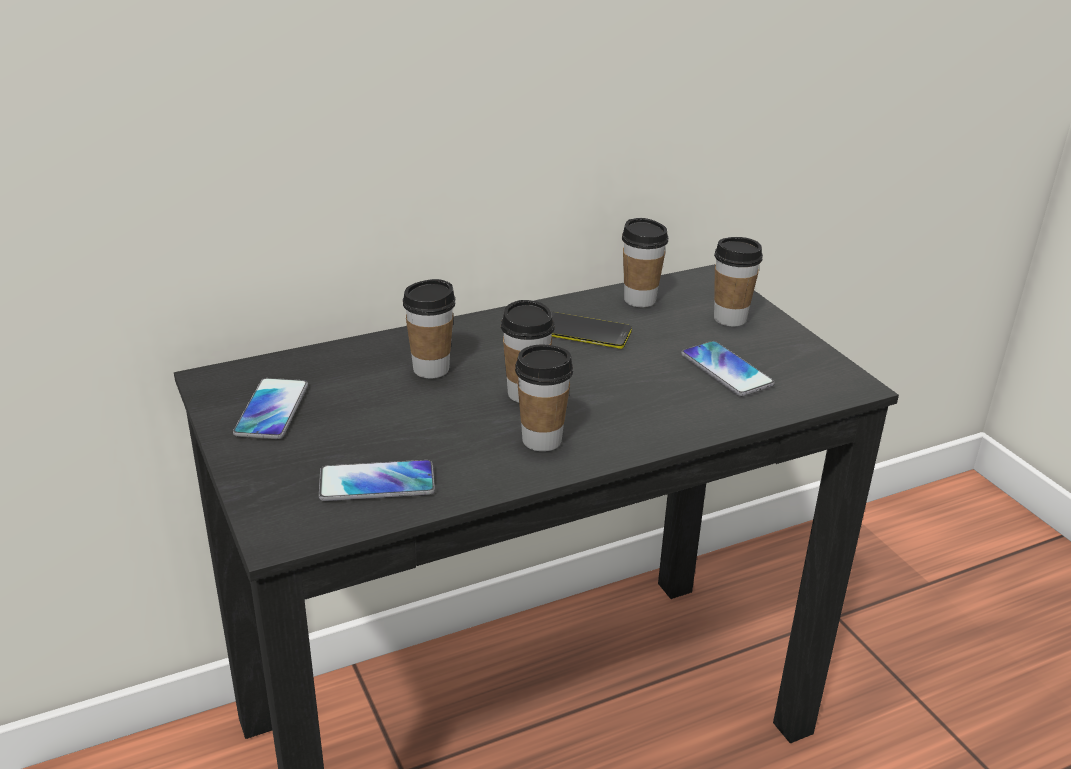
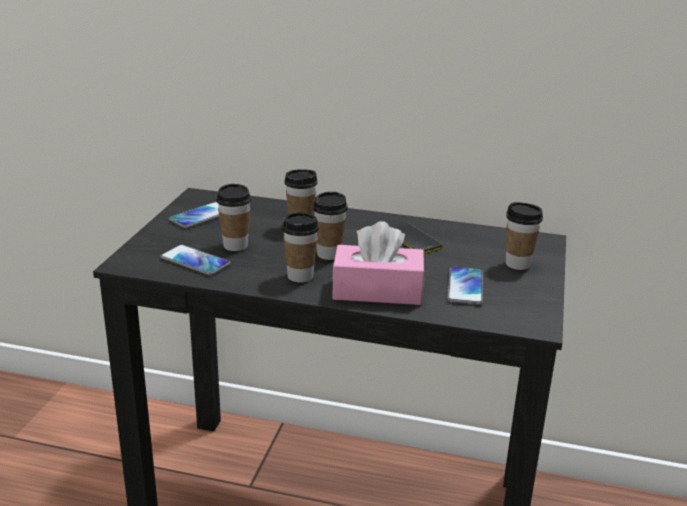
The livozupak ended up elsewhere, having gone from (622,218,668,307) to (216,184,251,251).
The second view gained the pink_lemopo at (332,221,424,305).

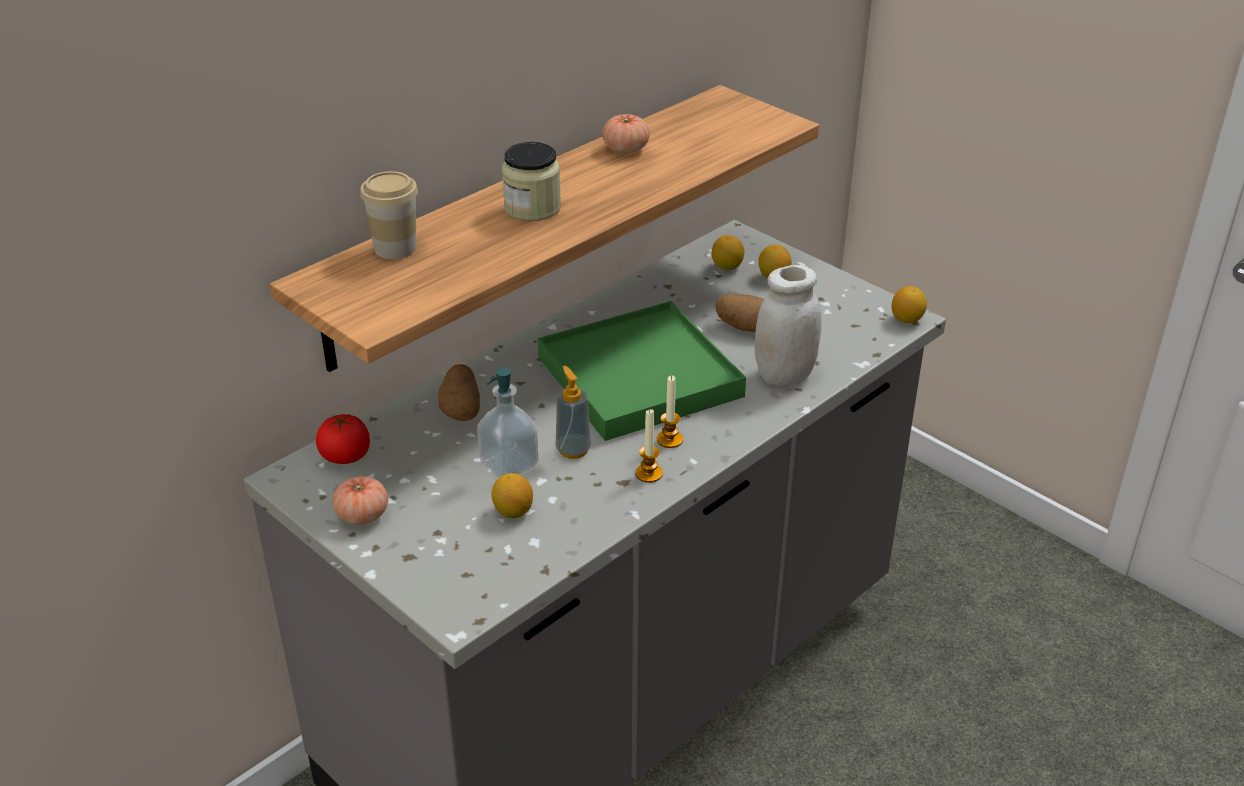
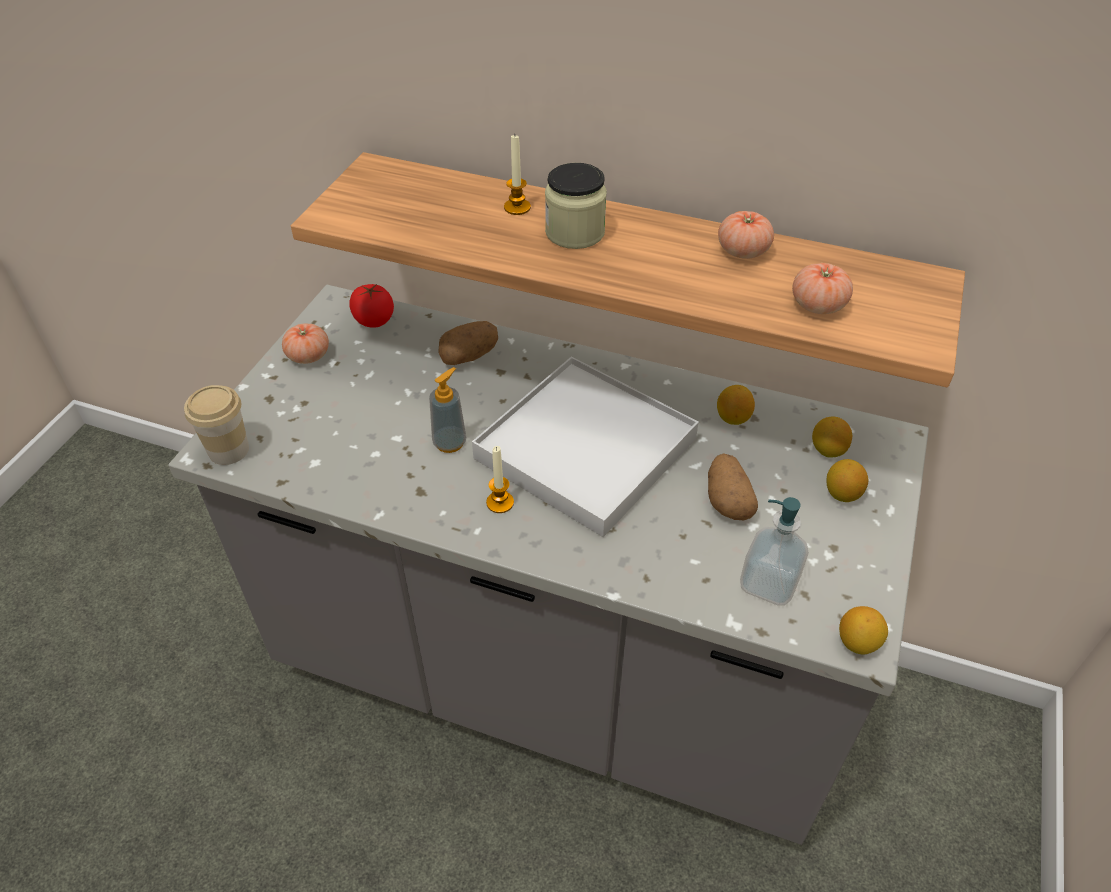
The livozupak ended up elsewhere, having gone from (360,171,418,259) to (184,385,249,465).
What was the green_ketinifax at (538,301,746,441) turned into the white_ketinifax at (472,356,699,537).
The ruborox ended up elsewhere, having gone from (635,409,663,483) to (504,135,531,215).
The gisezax ended up elsewhere, having gone from (491,473,533,518) to (717,385,755,425).
The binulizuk ended up elsewhere, having gone from (477,367,538,477) to (740,497,809,606).
The second view gained the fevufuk at (792,263,853,314).
The second view lost the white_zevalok at (755,265,821,386).

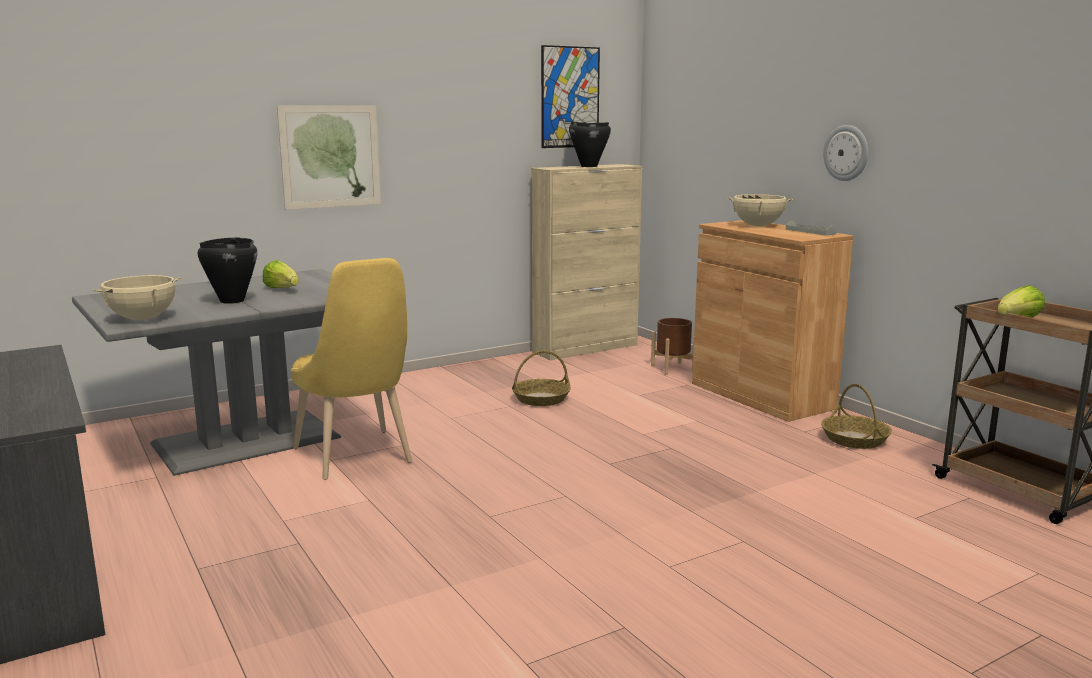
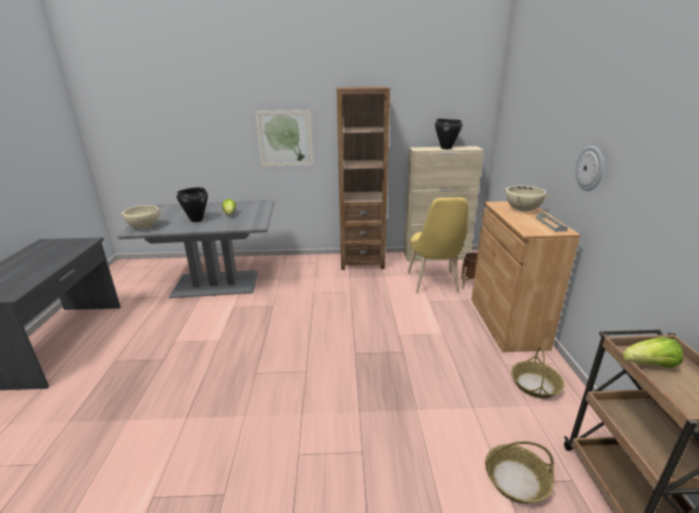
The second view gained the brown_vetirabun at (337,87,390,270).
The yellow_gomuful ended up elsewhere, having gone from (291,258,412,480) to (408,198,468,293).
The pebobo ended up elsewhere, having gone from (512,350,571,406) to (485,441,554,504).
The second view lost the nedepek at (541,45,600,148).

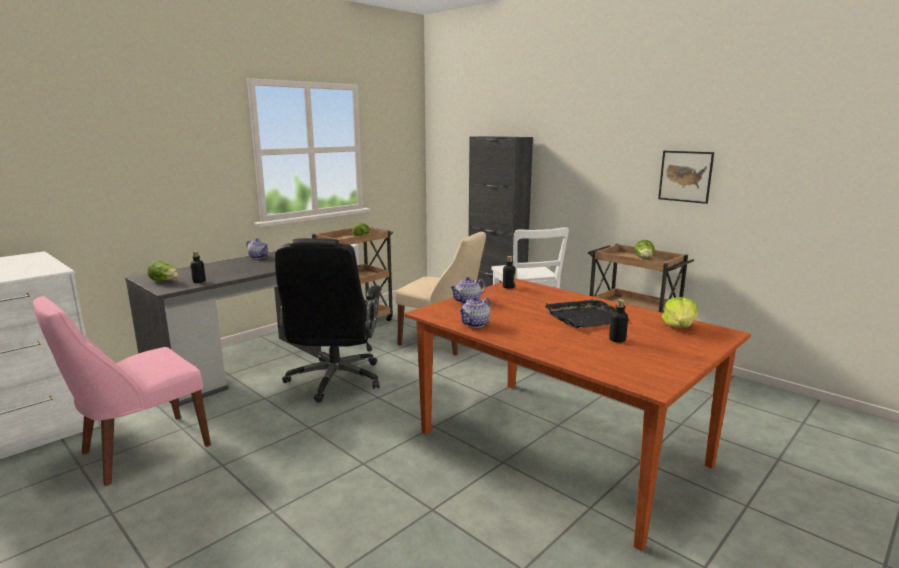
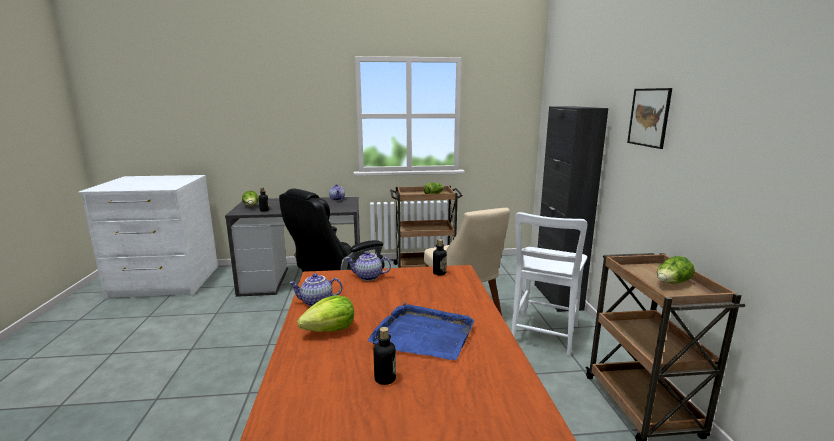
The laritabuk ended up elsewhere, having gone from (662,297,698,327) to (297,295,354,332).
What was the black_ketinifax at (545,299,630,328) turned into the blue_ketinifax at (368,303,474,360).
The nedepek ended up elsewhere, having gone from (658,151,714,204) to (627,88,672,149).
The second view lost the pink_gomuful at (33,296,211,486).

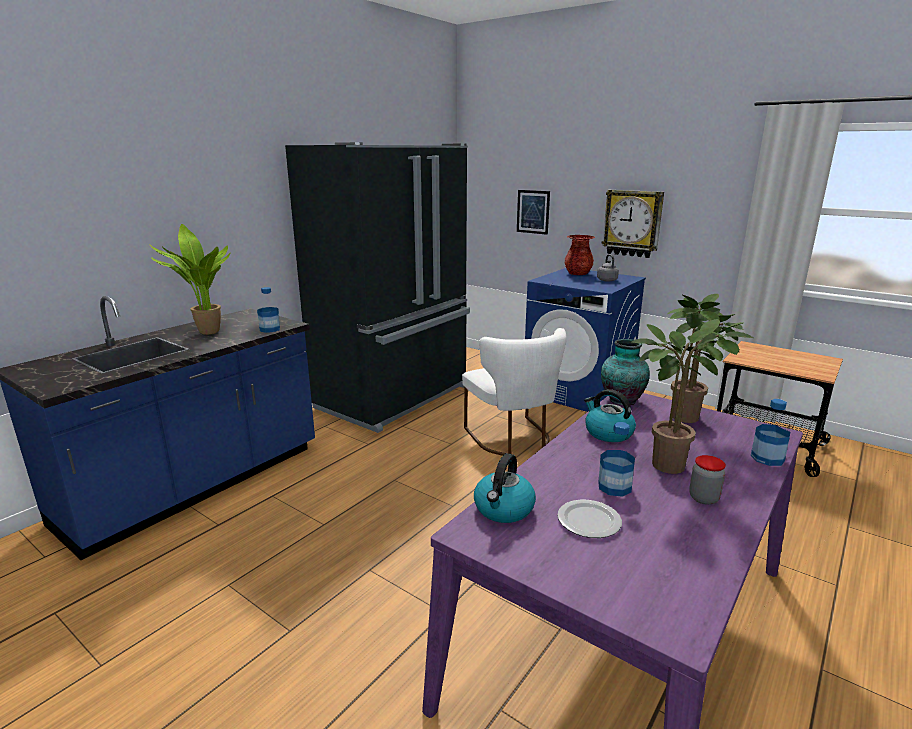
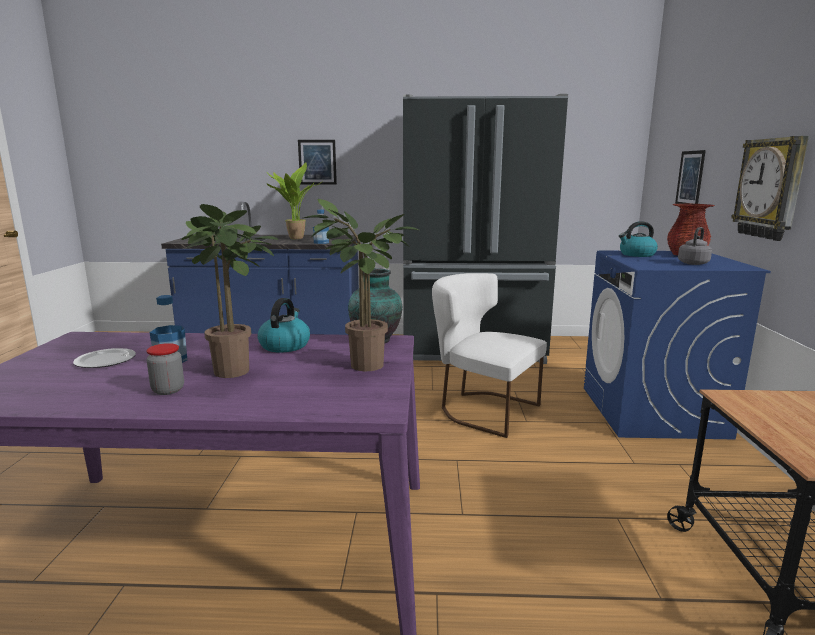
The second view gained the nedepek at (298,140,337,185).
The white_gomuful at (462,328,567,456) ended up facing another way, 90 degrees clockwise from before.
The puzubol ended up elsewhere, having gone from (474,453,536,523) to (619,221,658,257).
The second view lost the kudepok at (751,399,790,466).

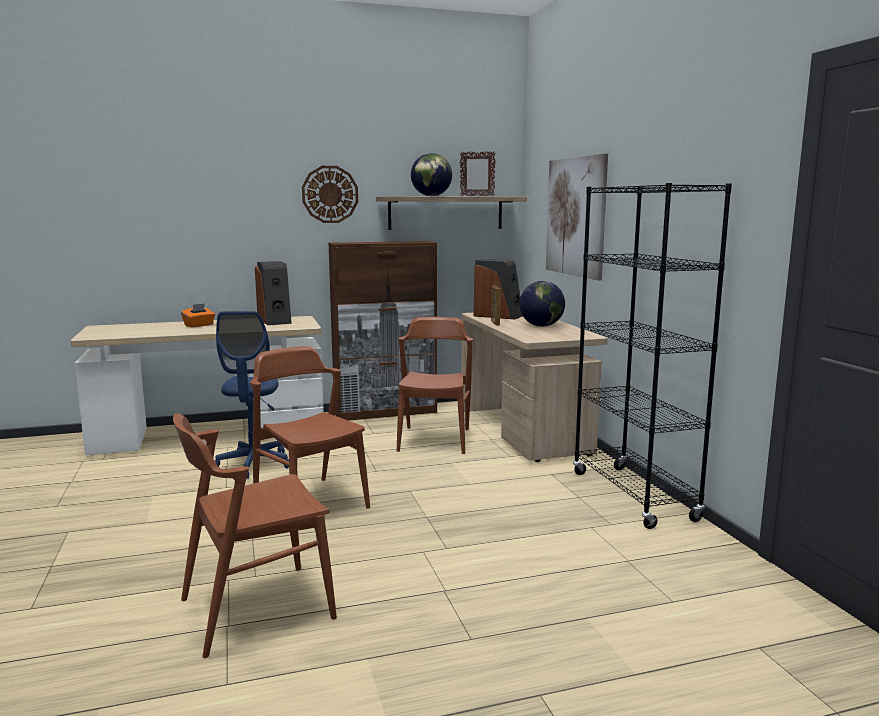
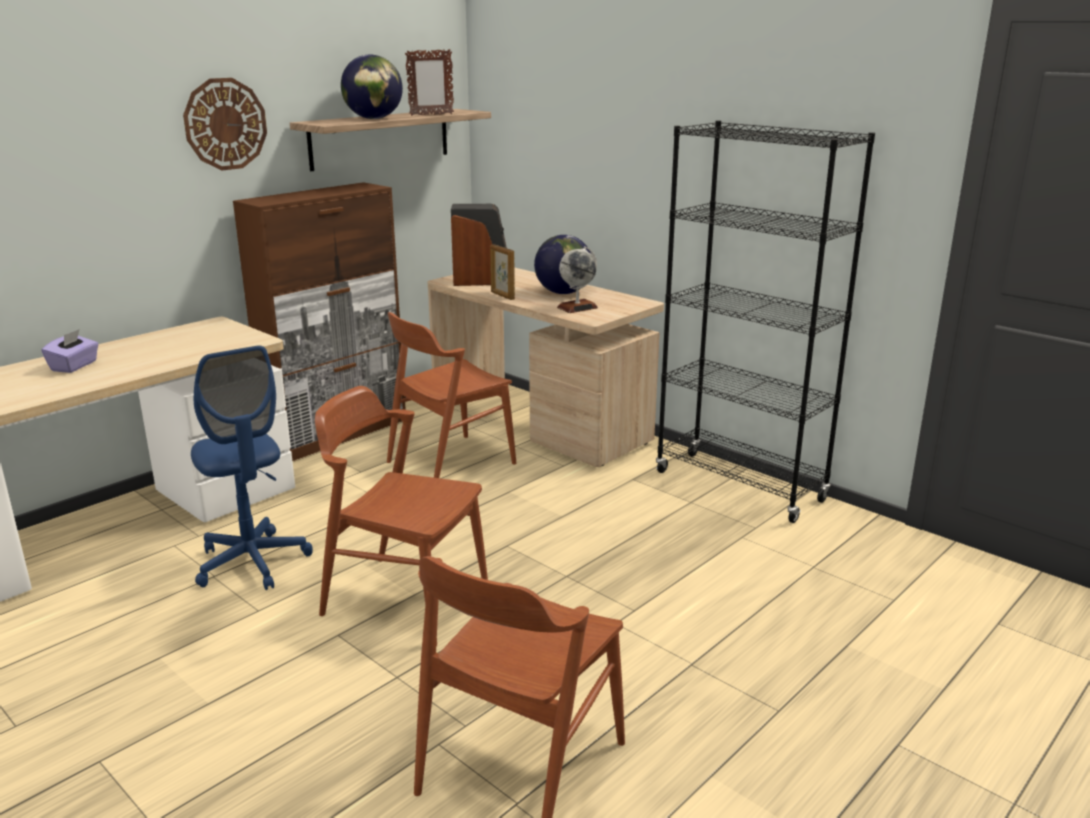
What was the orange_lemopo at (181,303,215,327) turned into the purple_lemopo at (41,329,99,373).
The brown_gomuful at (397,317,473,454) ended up facing another way, 105 degrees counterclockwise from before.
The second view gained the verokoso at (557,246,598,313).
The second view lost the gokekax at (255,261,292,325).
The second view lost the nedepek at (546,153,608,280).

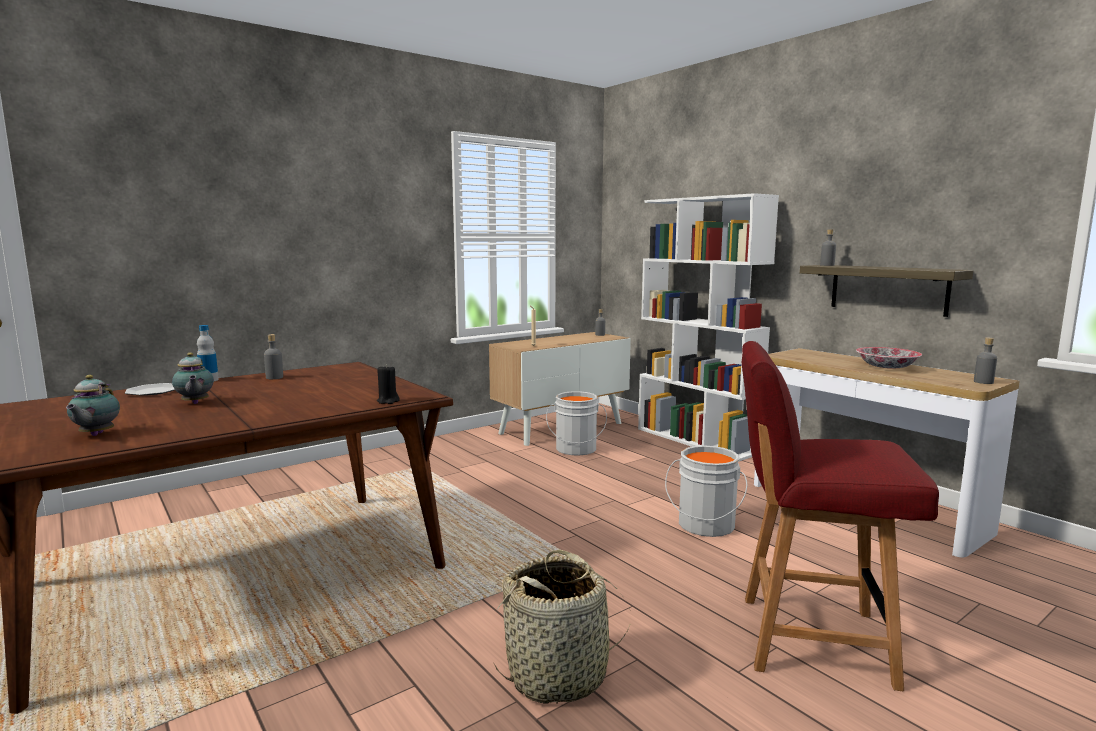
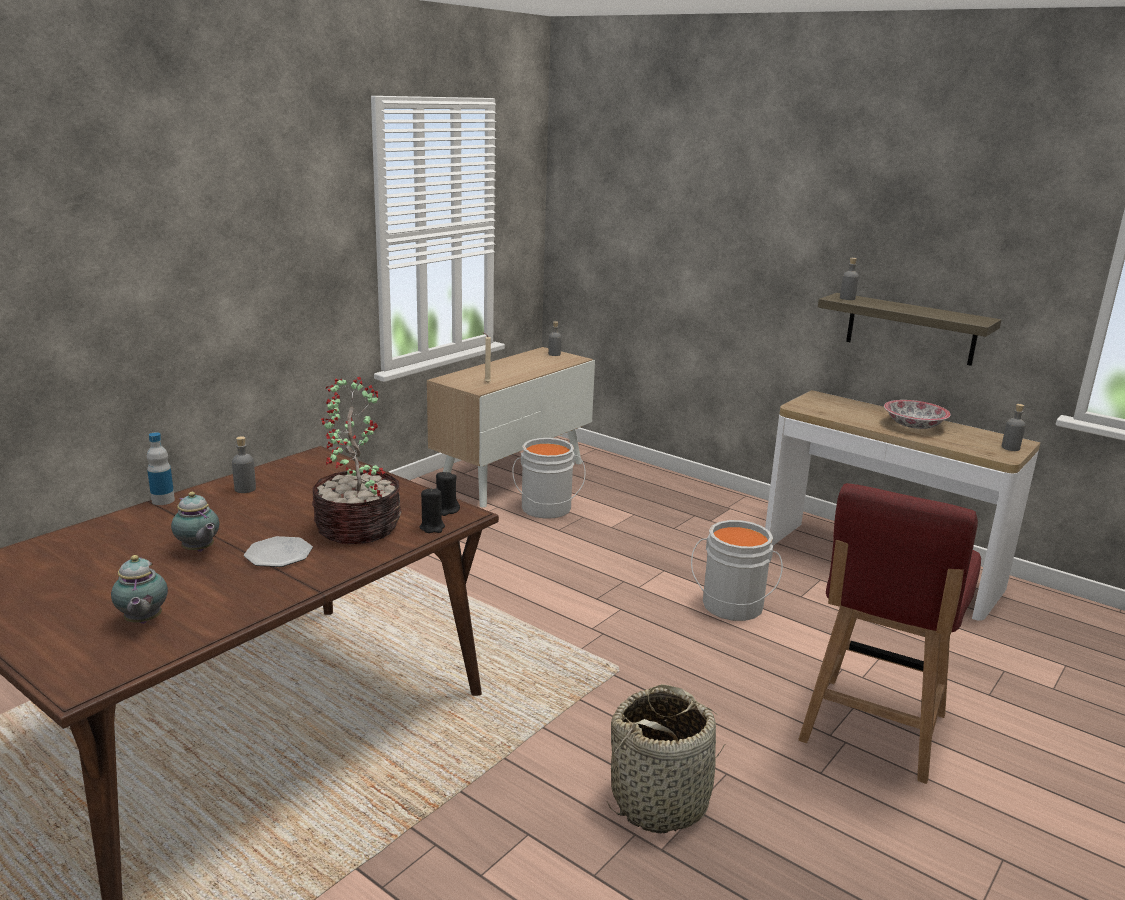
The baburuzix ended up elsewhere, having gone from (125,383,175,396) to (244,536,313,567).
The second view gained the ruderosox at (312,377,402,544).
The second view gained the black_ruborox at (436,471,460,516).
The red_gomuful at (742,341,939,691) ended up facing another way, 60 degrees counterclockwise from before.
The second view lost the white_vetirabun at (638,193,779,462).

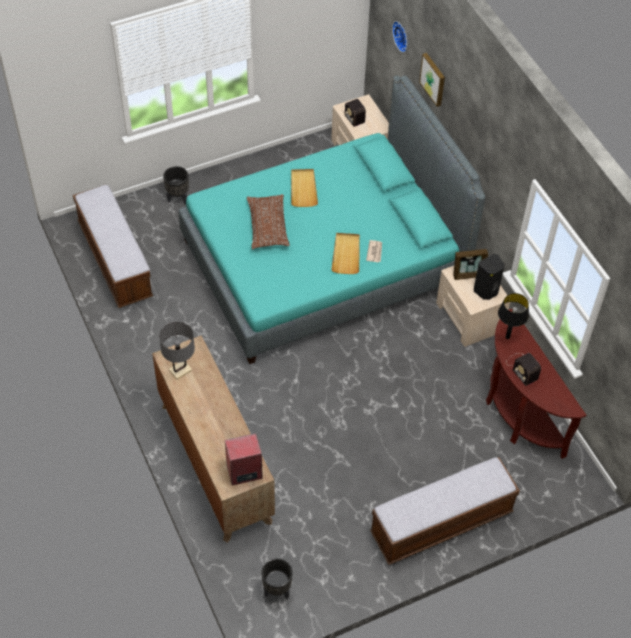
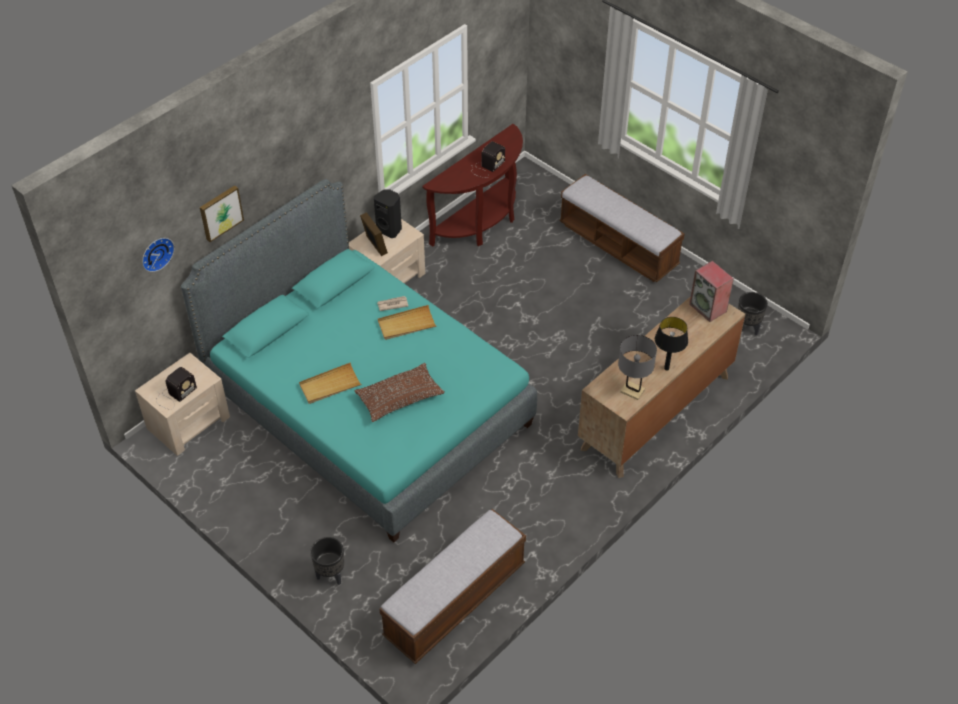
The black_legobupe ended up elsewhere, having gone from (498,293,529,339) to (655,317,688,371).

